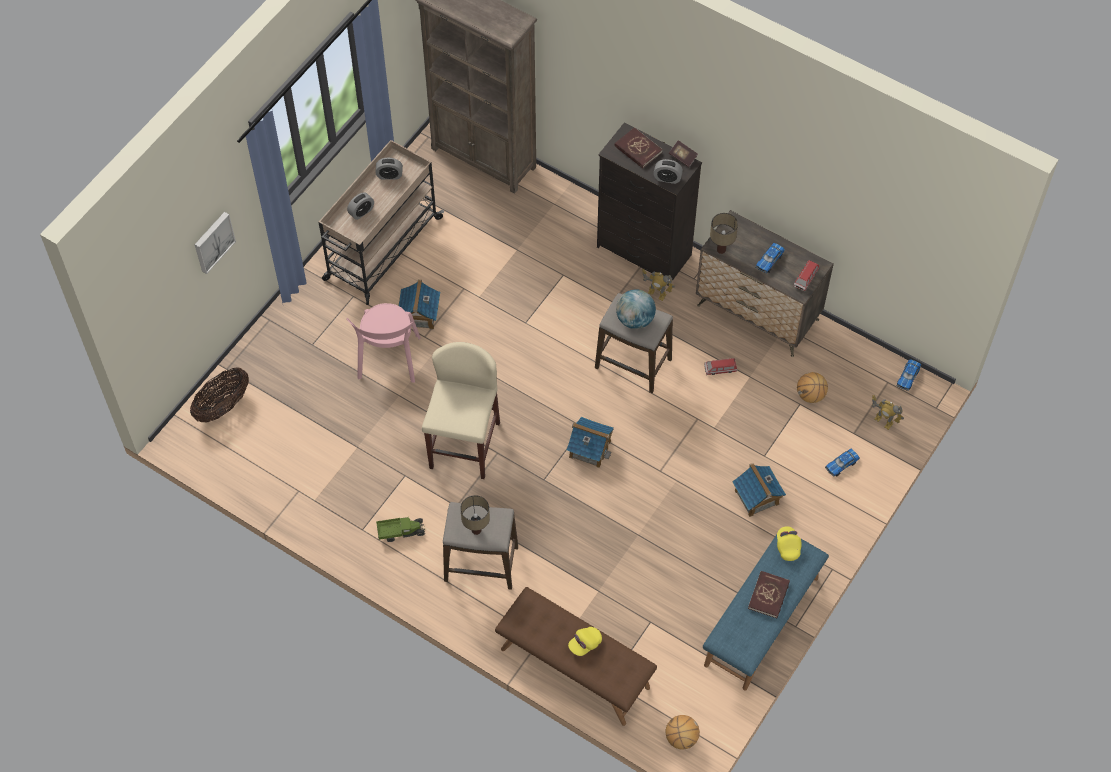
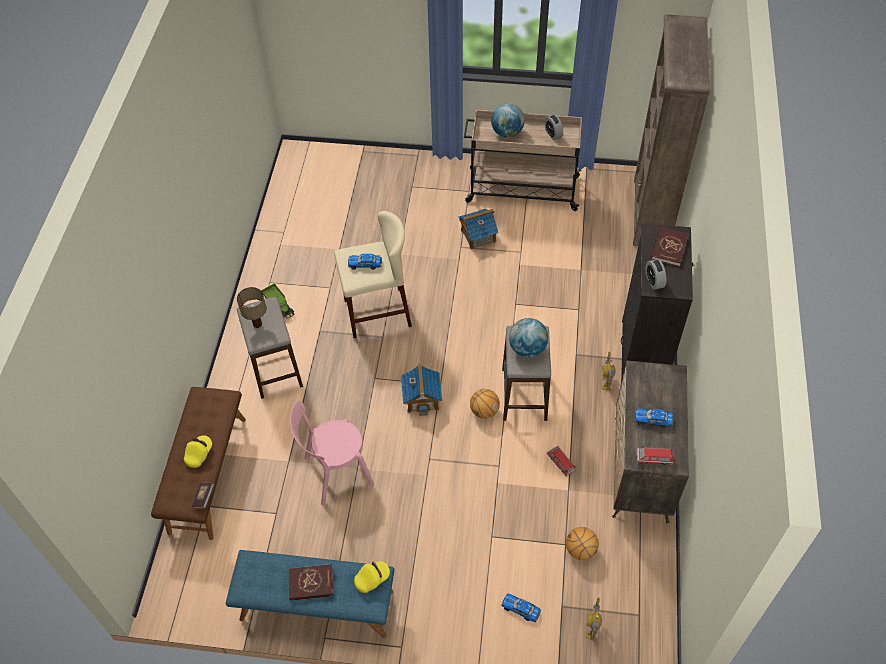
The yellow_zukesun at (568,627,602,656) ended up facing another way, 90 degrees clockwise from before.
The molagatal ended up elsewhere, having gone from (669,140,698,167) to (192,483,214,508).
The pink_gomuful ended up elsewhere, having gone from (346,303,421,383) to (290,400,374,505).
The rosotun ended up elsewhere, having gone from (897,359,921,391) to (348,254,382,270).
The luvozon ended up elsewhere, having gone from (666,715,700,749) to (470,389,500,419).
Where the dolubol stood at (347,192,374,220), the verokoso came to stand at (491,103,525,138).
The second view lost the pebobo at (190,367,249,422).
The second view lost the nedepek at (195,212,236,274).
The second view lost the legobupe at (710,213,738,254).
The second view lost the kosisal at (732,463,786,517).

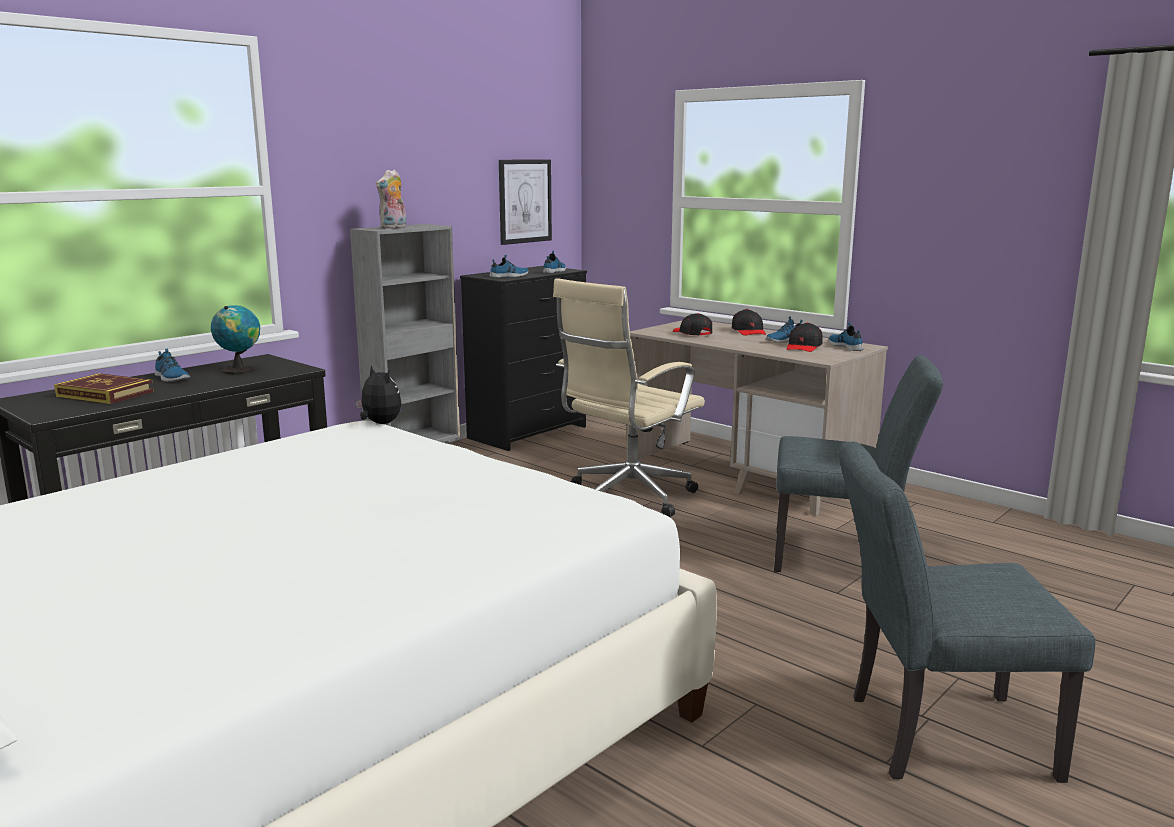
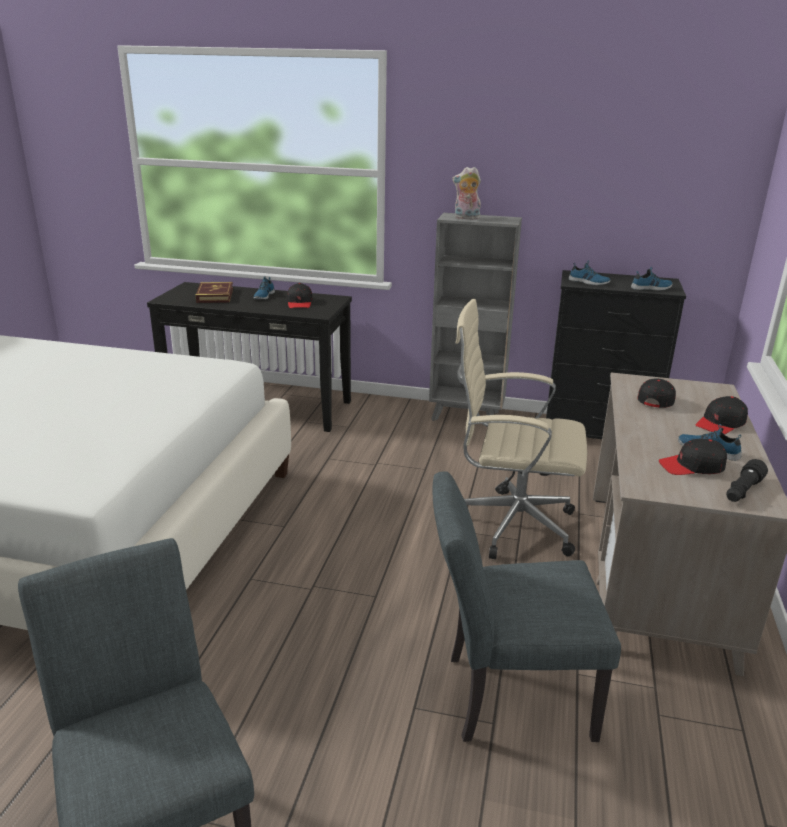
Where the verokoso stood at (211,305,260,374), the black_zukesun came to stand at (287,283,313,308).
The grey_gomuful at (774,355,943,572) ended up facing another way, 105 degrees clockwise from before.
Where the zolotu stood at (828,322,863,351), the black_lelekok came to stand at (726,459,768,502).
The second view lost the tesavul at (356,365,401,424).
The second view lost the nedepek at (499,159,552,245).

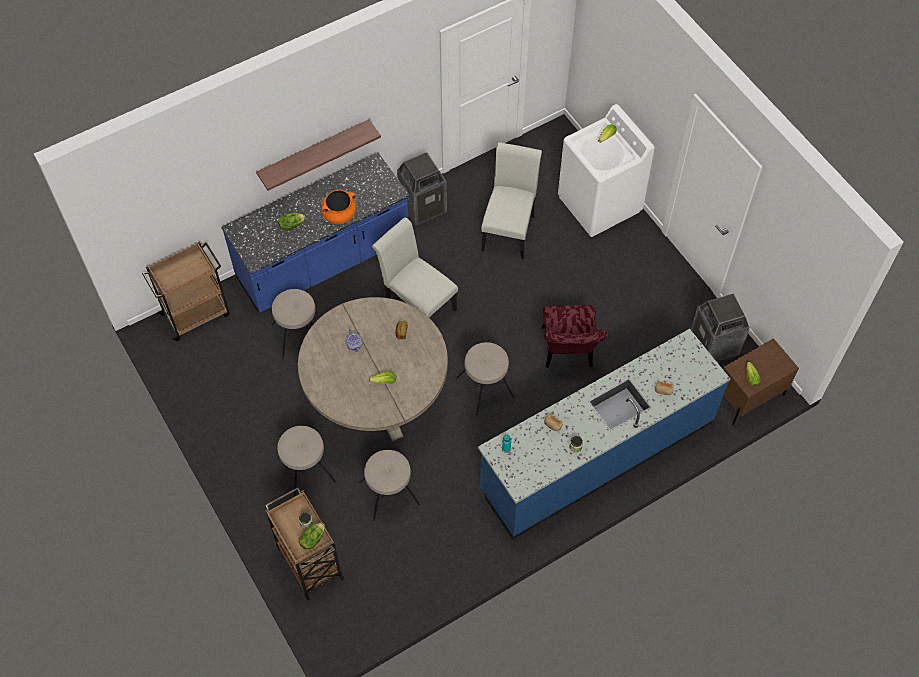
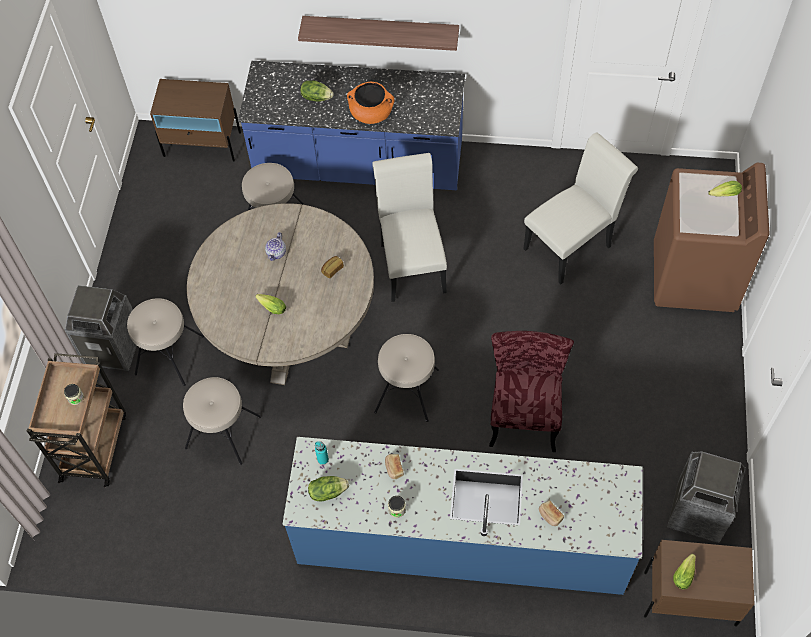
The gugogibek ended up elsewhere, having gone from (397,152,447,226) to (64,285,137,371).
Where the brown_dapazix stood at (142,242,230,341), the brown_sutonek came to stand at (150,79,241,162).
The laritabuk ended up elsewhere, having gone from (299,523,325,550) to (308,476,349,502).
The red_gomuful at (542,305,607,368) ended up facing another way, 150 degrees clockwise from before.
What was the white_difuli at (558,104,655,237) turned into the brown_difuli at (654,163,770,312).

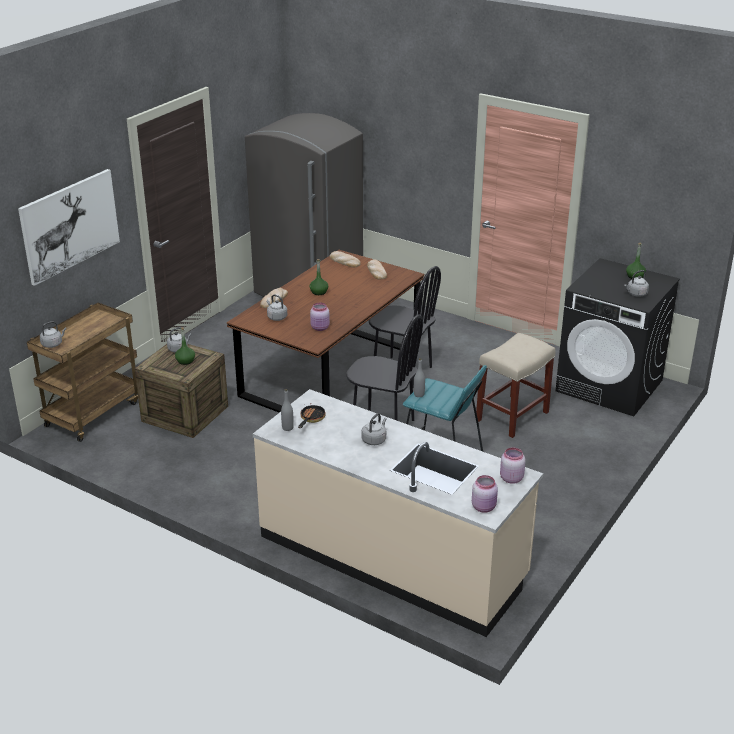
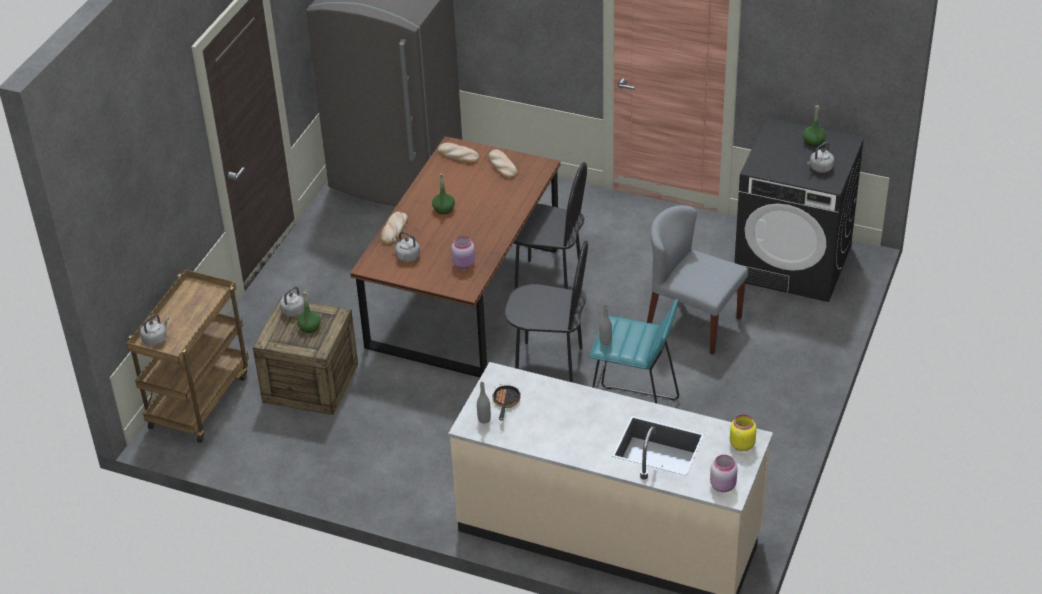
Where the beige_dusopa stood at (476,333,556,438), the grey_gomuful came to stand at (647,205,748,355).
What was the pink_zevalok at (500,448,526,484) turned into the yellow_zevalok at (730,414,757,451).
The second view lost the nedepek at (18,169,120,286).
The second view lost the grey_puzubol at (361,413,387,445).

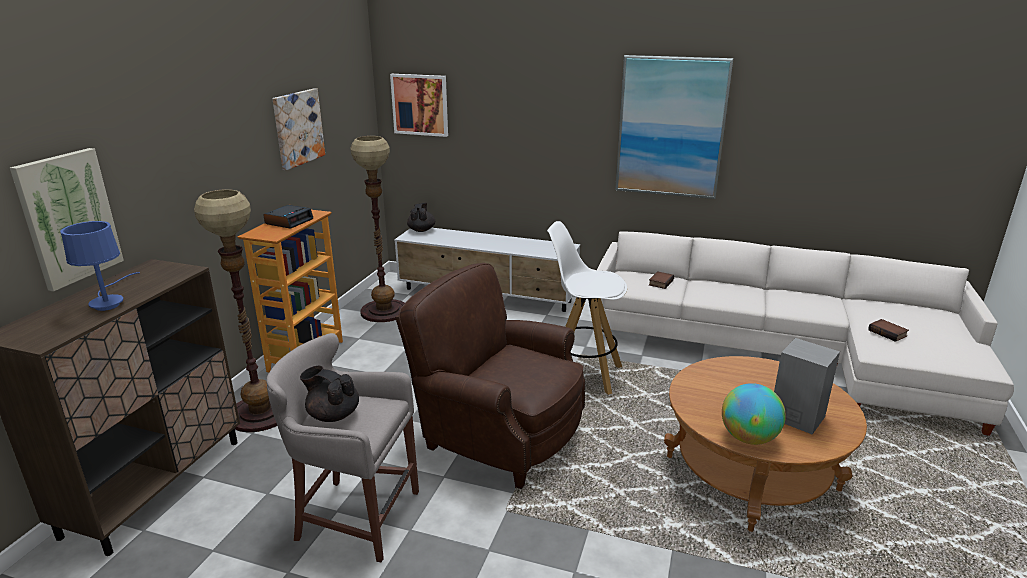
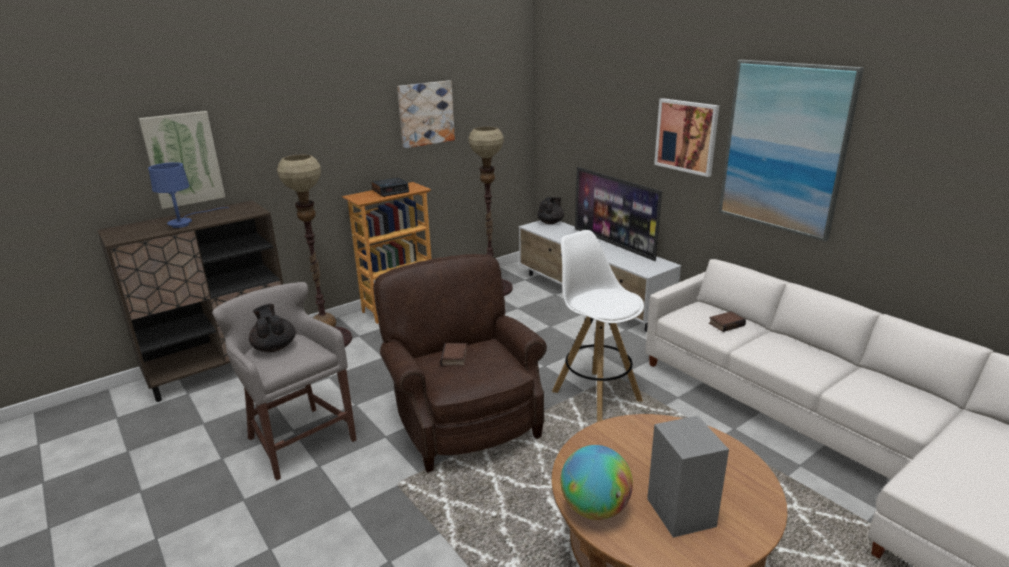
The molagatal ended up elsewhere, having gone from (868,319,909,342) to (440,343,467,366).
The second view gained the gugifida at (575,167,662,261).
The nedepek ended up elsewhere, having gone from (390,74,448,137) to (654,98,719,177).

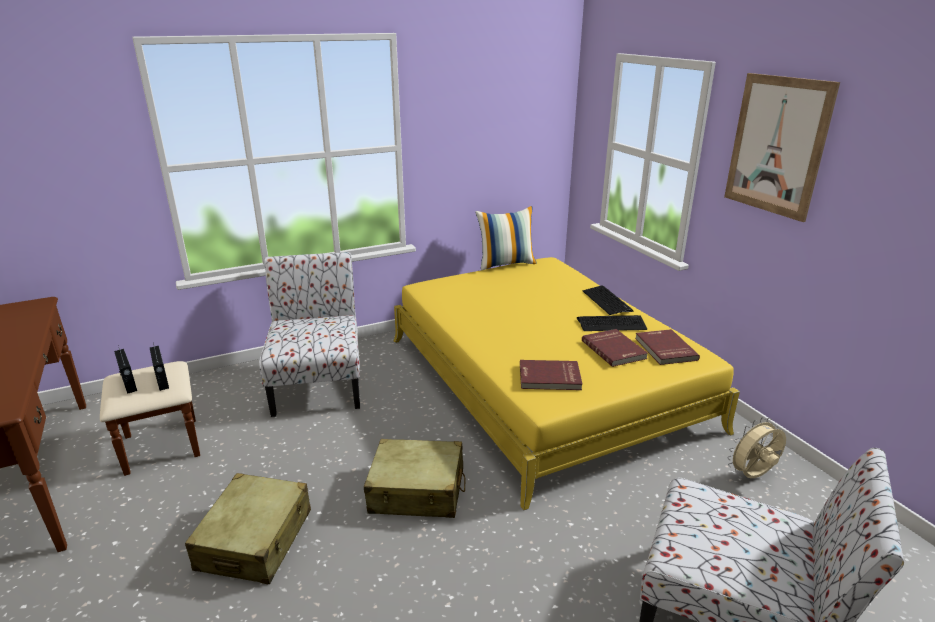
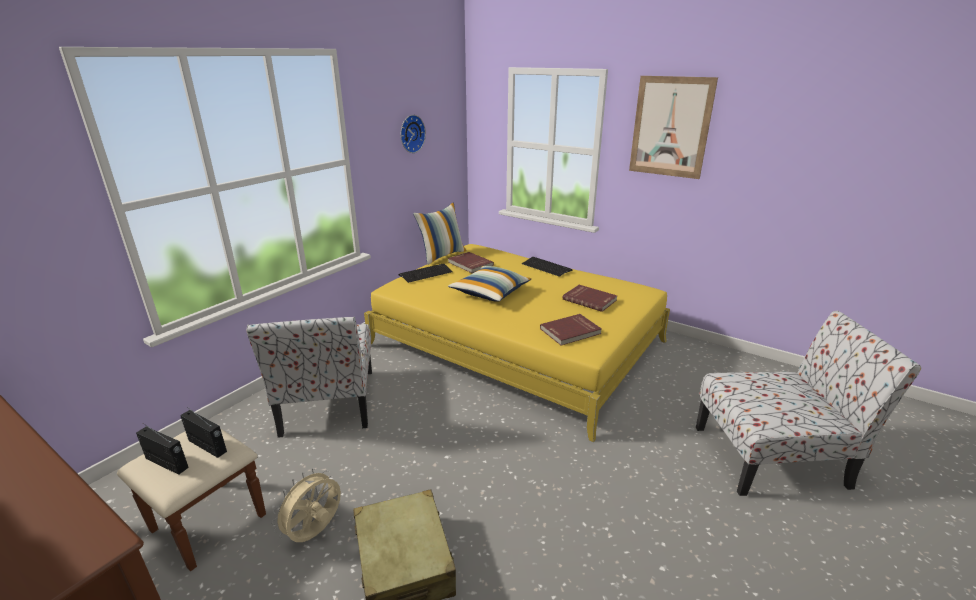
The gomuful at (259,252,360,417) ended up facing another way, 150 degrees counterclockwise from before.
The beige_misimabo ended up elsewhere, having gone from (727,418,786,478) to (271,468,341,542).
The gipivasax ended up elsewhere, having gone from (577,315,647,331) to (399,264,453,283).
The second view gained the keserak at (401,115,426,153).
The red_molagatal ended up elsewhere, having gone from (635,329,700,365) to (448,252,494,273).
The second view gained the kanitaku at (448,266,531,301).
The second view lost the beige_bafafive at (364,439,465,518).

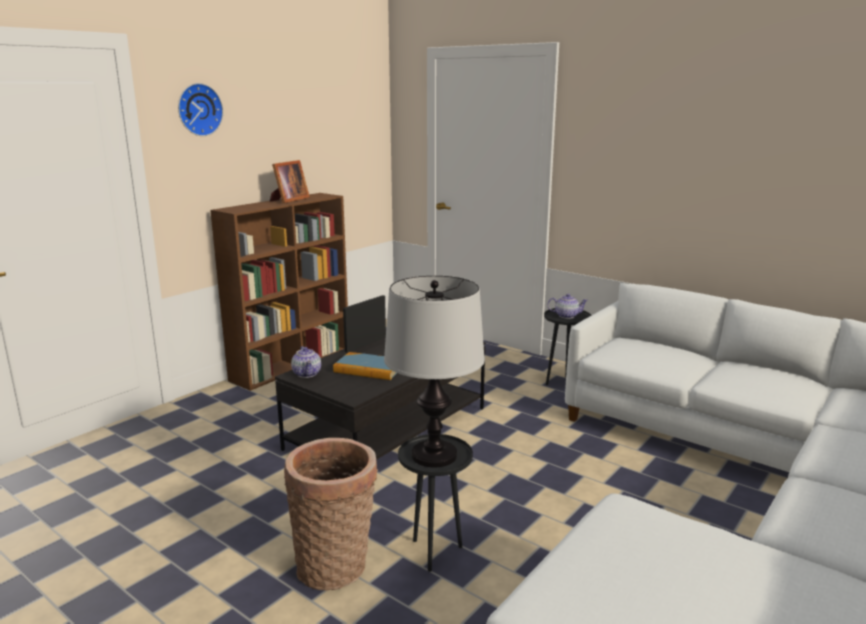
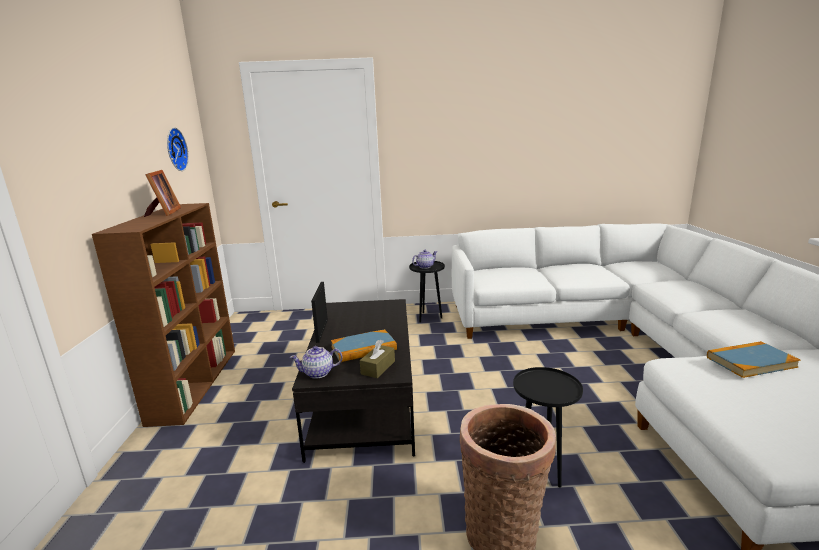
The keserak ended up elsewhere, having gone from (178,83,223,136) to (167,128,189,171).
The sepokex at (291,346,321,378) ended up facing another way, 135 degrees clockwise from before.
The second view gained the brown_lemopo at (360,340,395,378).
The second view gained the molagatal at (707,341,800,378).
The second view lost the legobupe at (384,276,485,468).

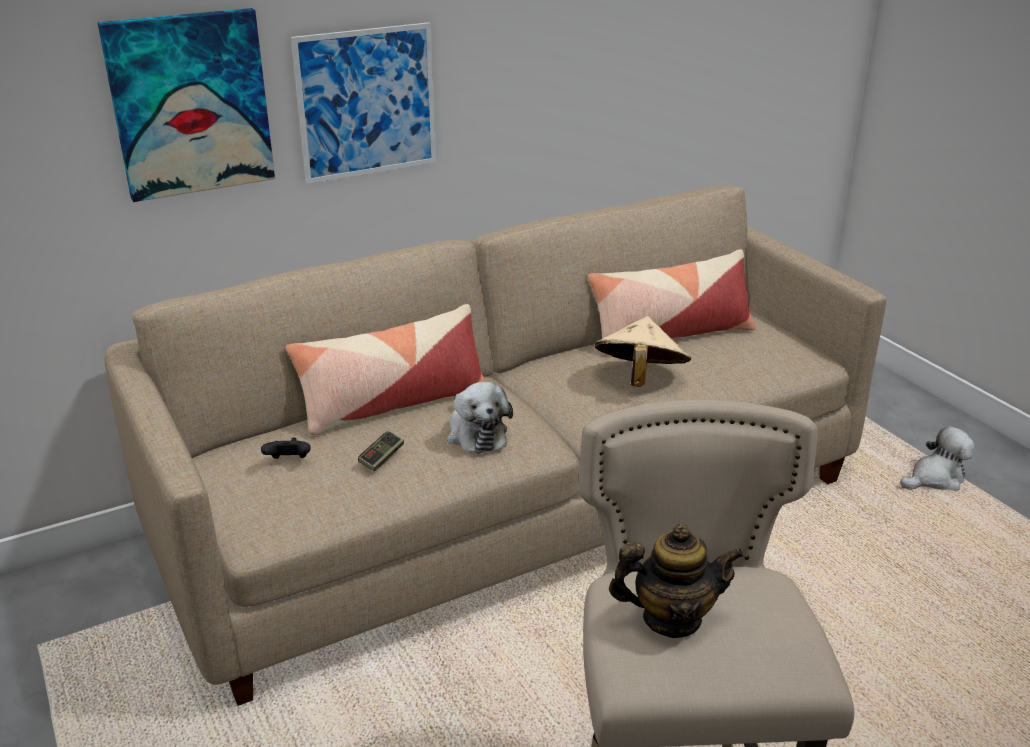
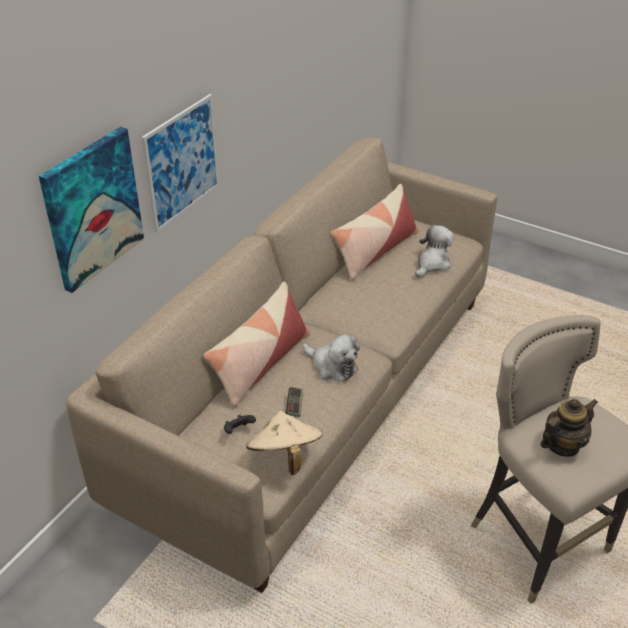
The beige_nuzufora ended up elsewhere, having gone from (595,316,691,387) to (246,411,323,475).
The tesavul ended up elsewhere, having gone from (900,426,975,491) to (415,225,454,278).

